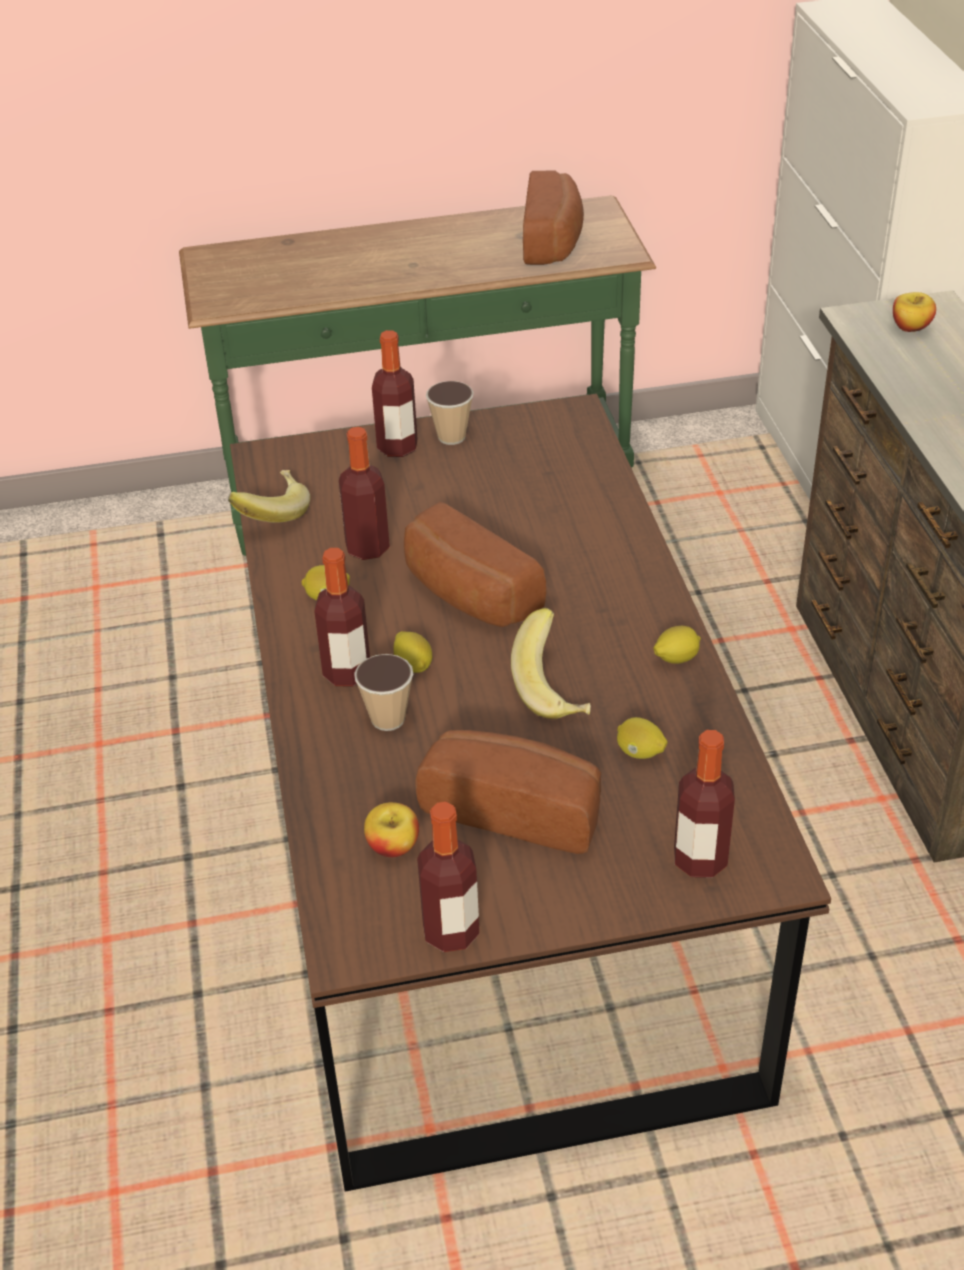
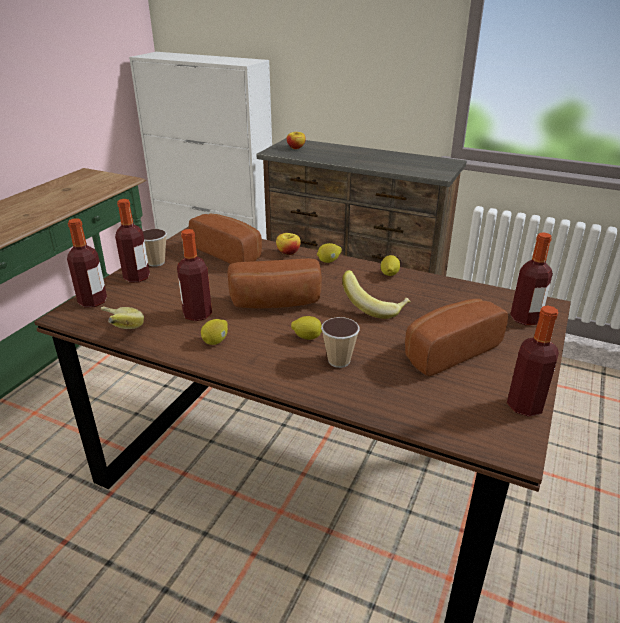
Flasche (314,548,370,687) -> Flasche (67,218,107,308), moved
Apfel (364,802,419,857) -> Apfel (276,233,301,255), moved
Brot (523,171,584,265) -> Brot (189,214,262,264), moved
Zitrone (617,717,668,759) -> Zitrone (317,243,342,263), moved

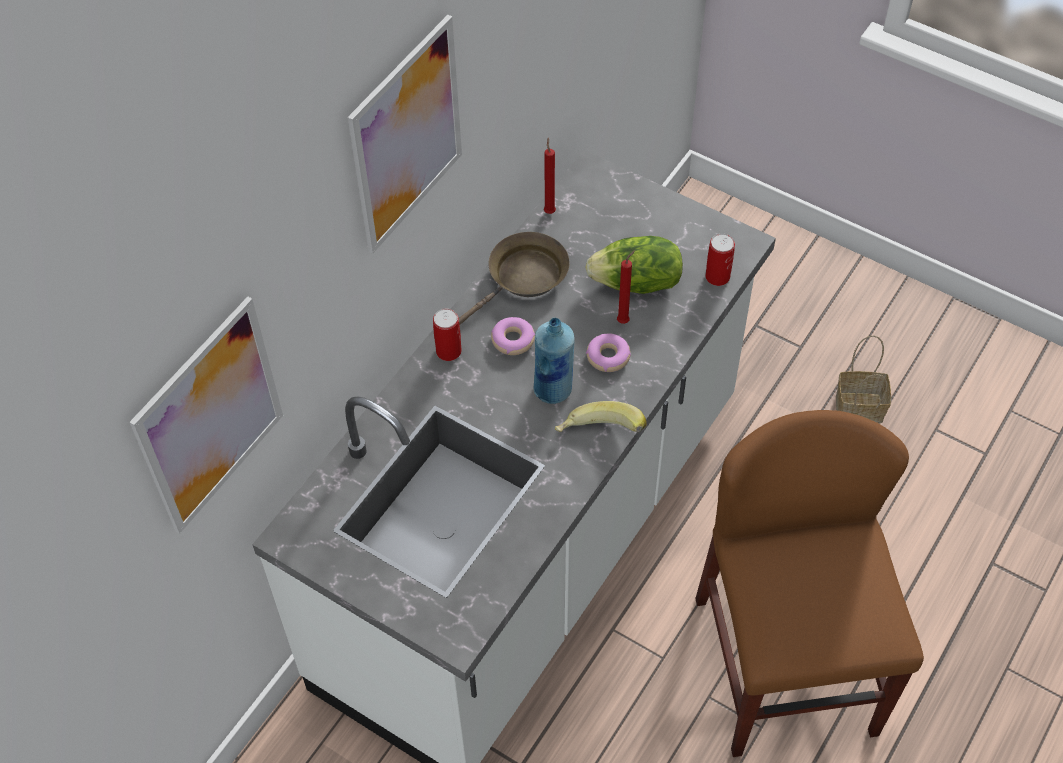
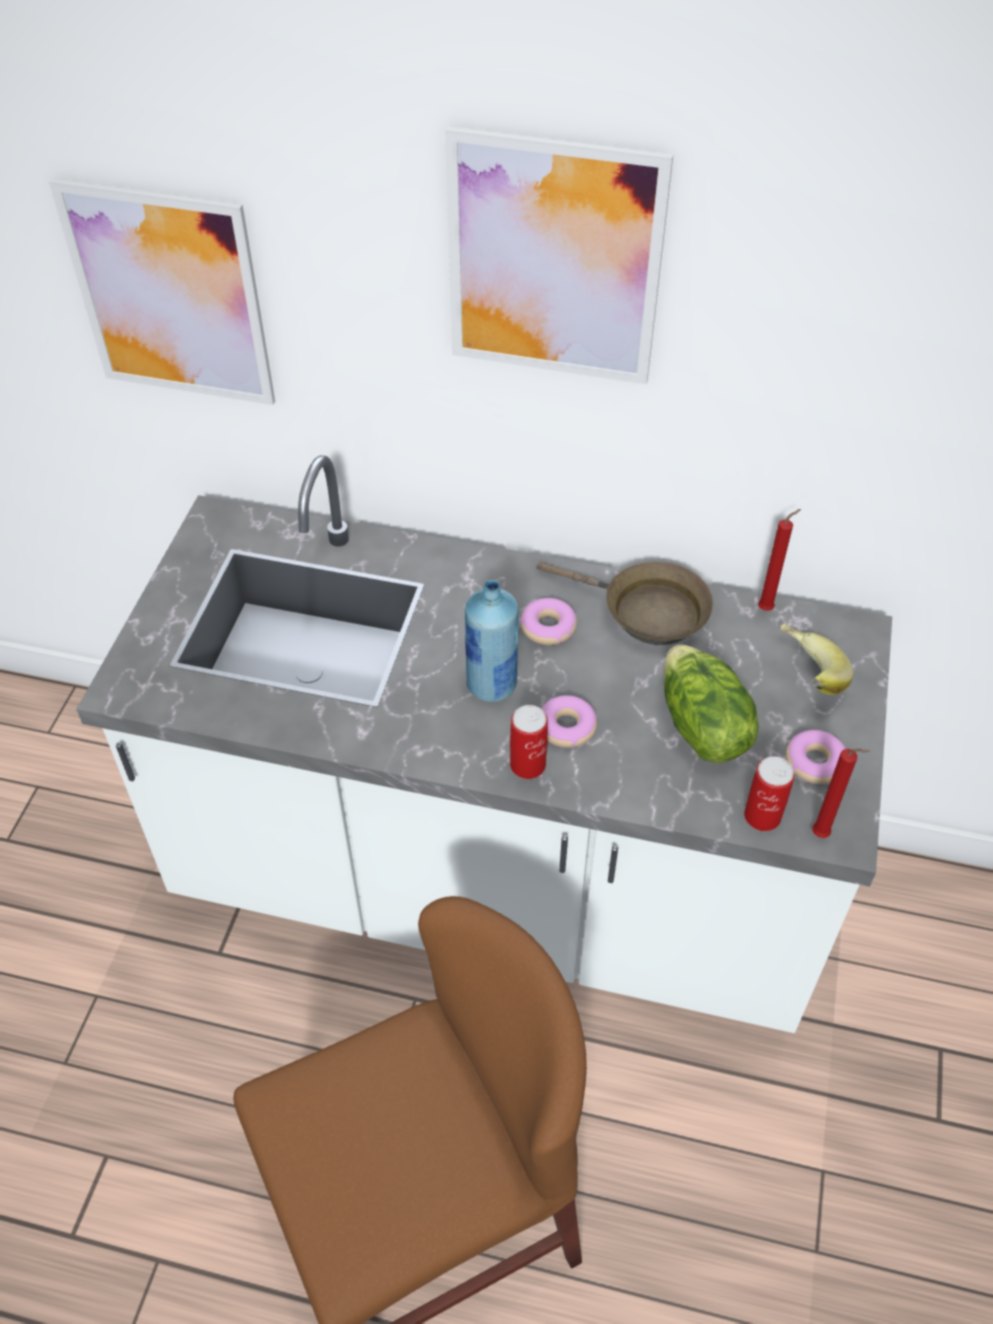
Korb (836,335,891,423) -> none
none -> Donut (786,730,846,784)
Dose (433,309,462,361) -> Dose (510,705,548,779), moved
Banane (555,401,647,432) -> Banane (781,623,854,695), moved
Kerze/rot (617,250,635,324) -> Kerze/rot (812,748,870,838), moved

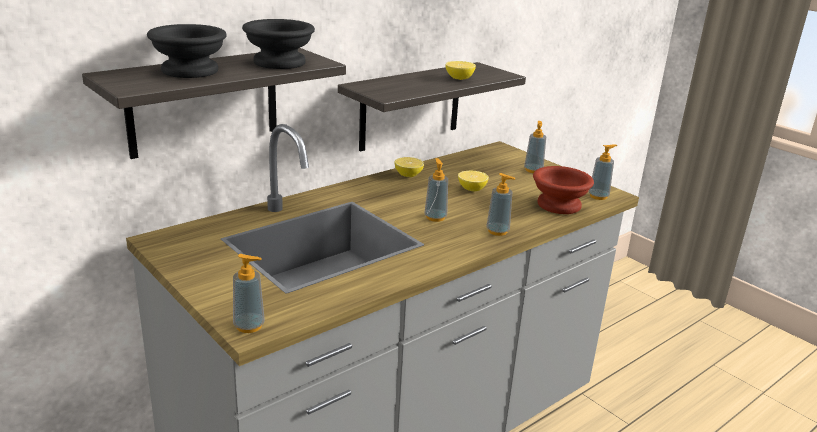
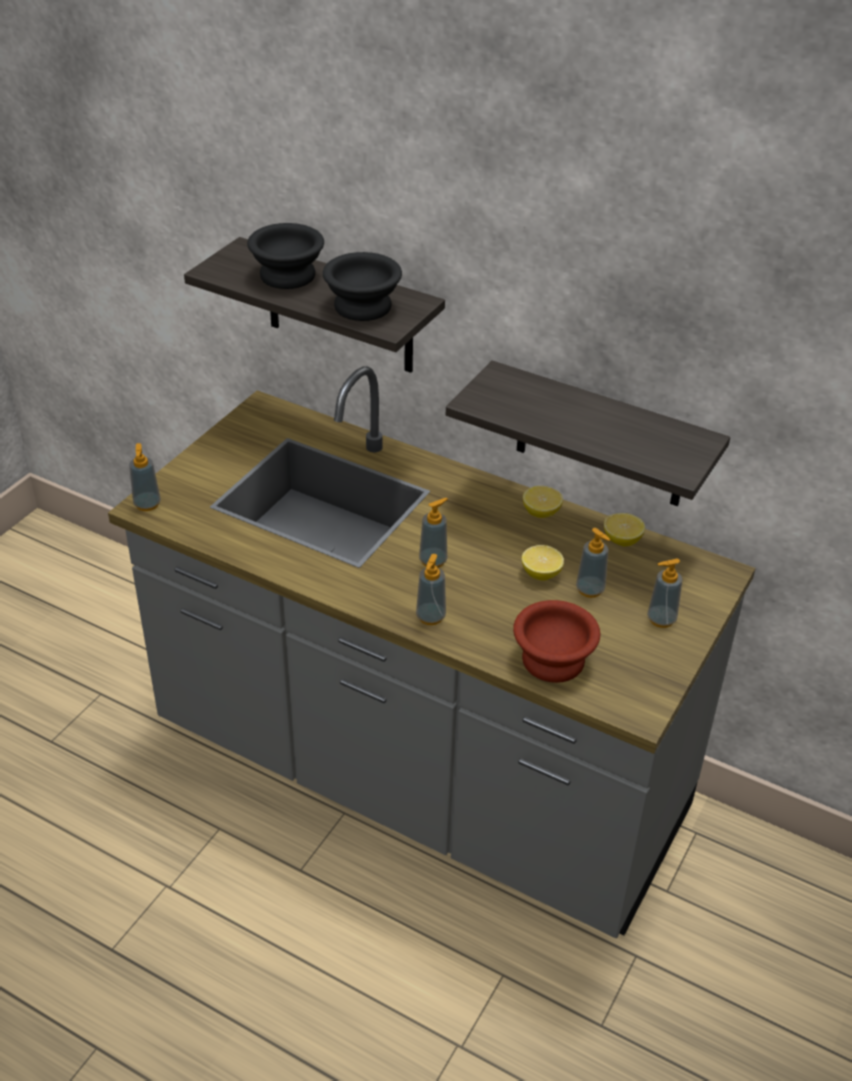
Zitrone (445,61,476,80) -> Zitrone (604,513,645,547), moved
Seifenspender (589,144,618,200) -> Seifenspender (576,528,610,598), moved

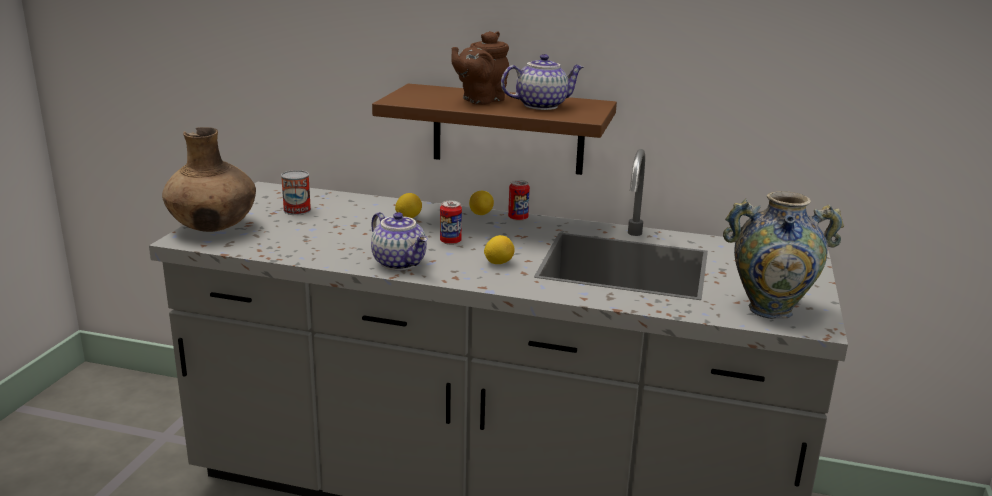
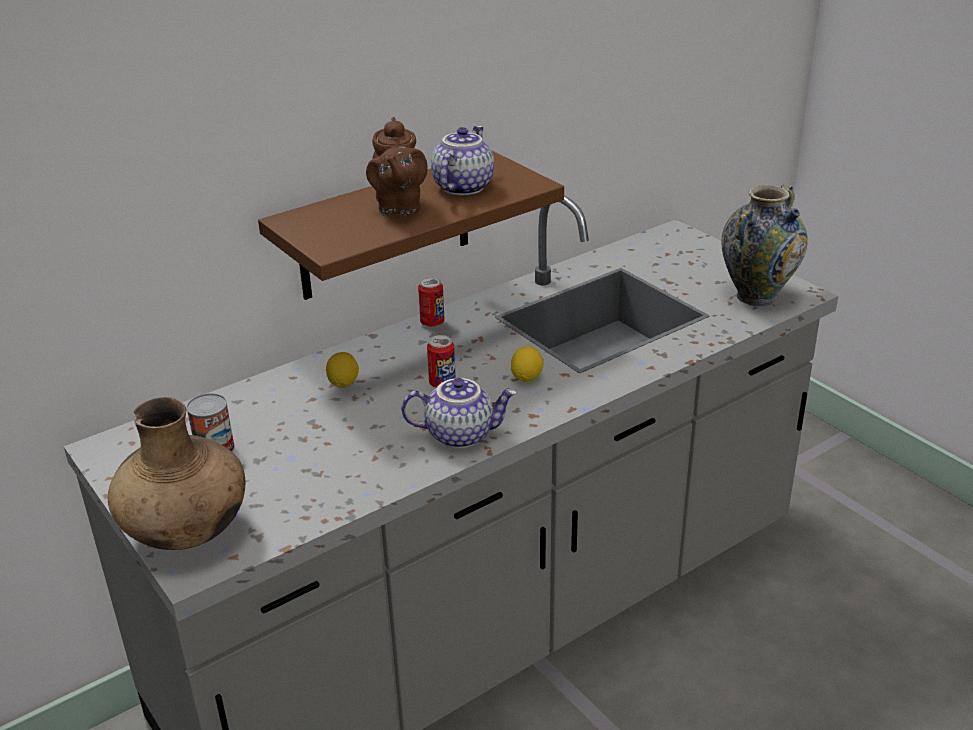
Zitrone (469,191,494,215) -> none

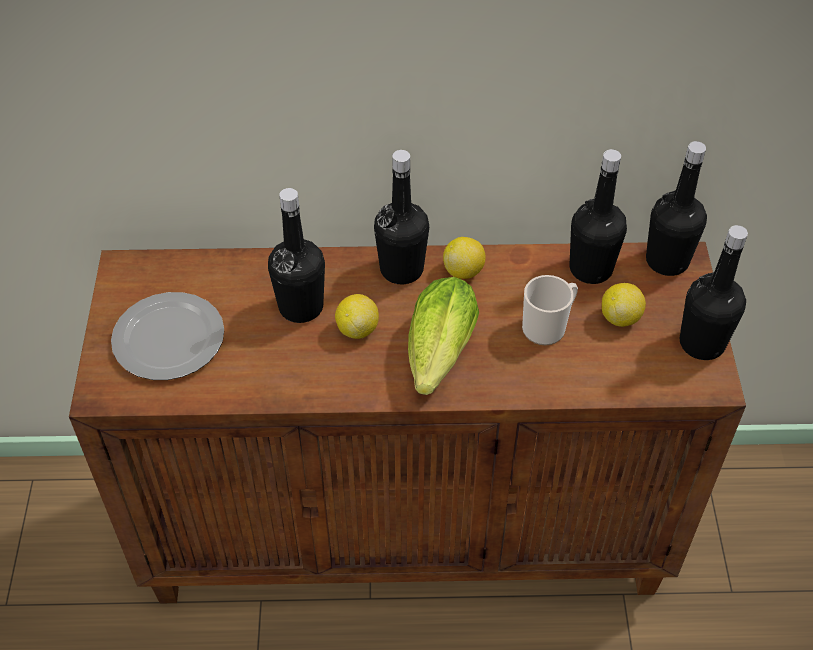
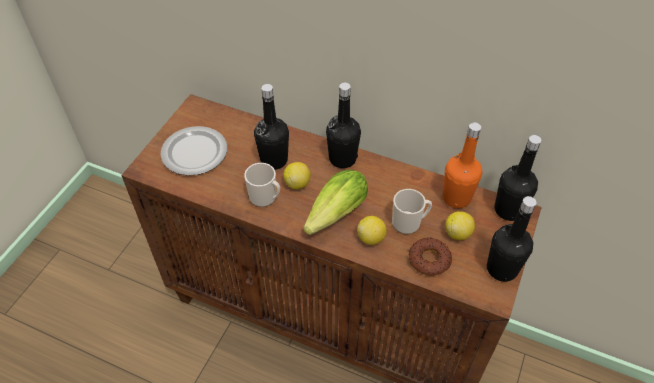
none -> Henkelbecher (244,163,280,207)
none -> Donut (408,237,452,276)
Zitrone (443,237,486,279) -> Zitrone (357,216,387,245), moved
Flasche/schwarz (569,149,627,284) -> Flasche/orange (442,122,482,208)

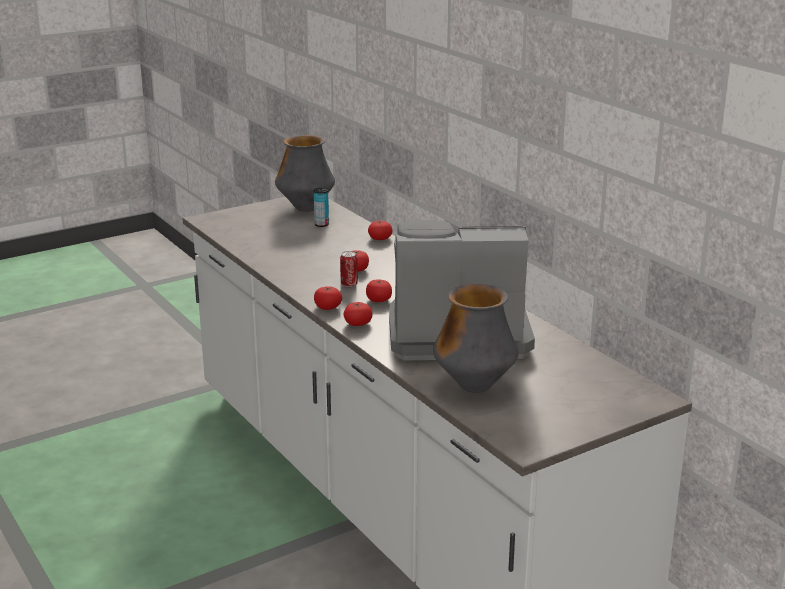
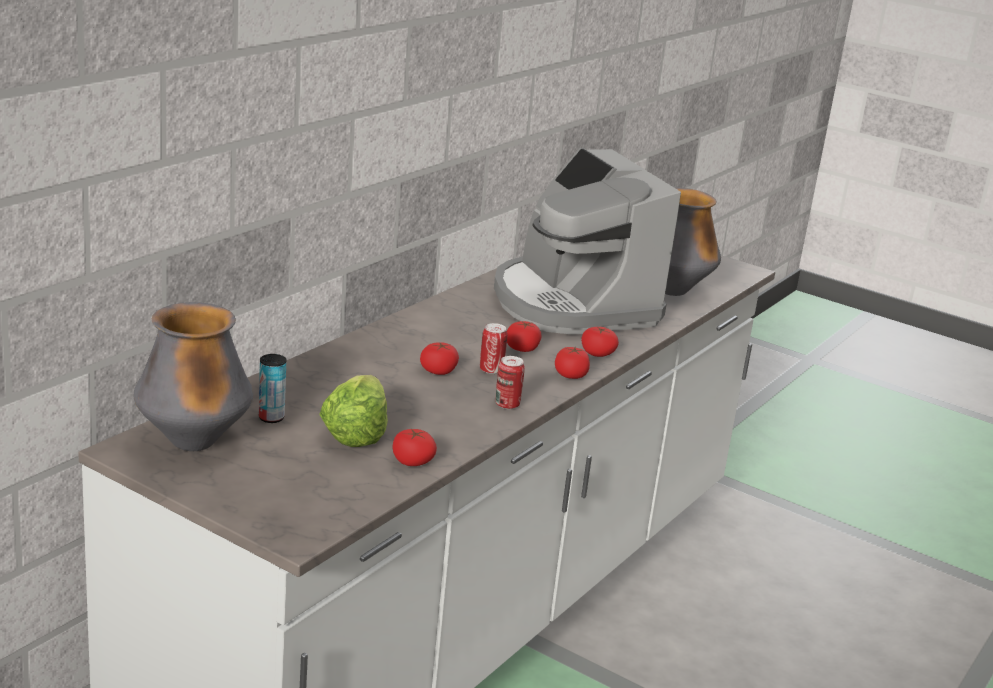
none -> Salatkopf (319,375,388,447)
none -> Dose (495,356,525,409)
Tomate (368,220,392,240) -> Tomate (393,429,437,466), moved

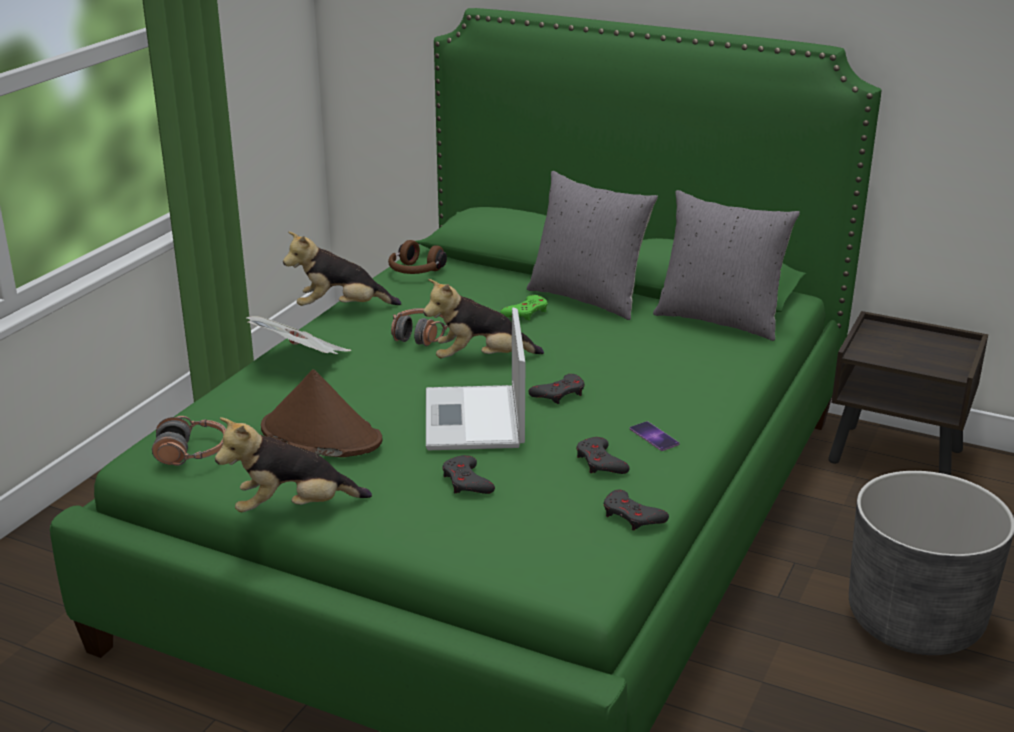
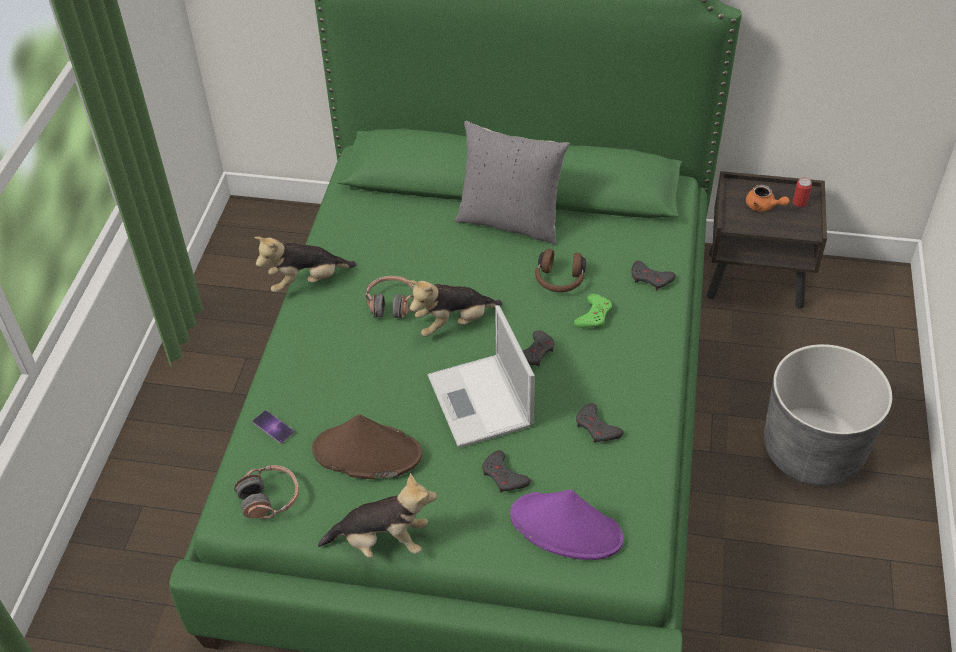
Zeitung (246,316,352,354) -> none
Kissen/grau (653,190,800,341) -> none
none -> Hut/lila (510,489,623,560)
none -> Teekanne/orange (746,185,790,212)
none -> Dose (793,178,812,207)
Kopfhörer/braun (388,240,447,274) -> Kopfhörer/braun (535,249,586,292), moved
Gamepad/grün (500,295,548,321) -> Gamepad/grün (574,294,612,328), moved
Gamepad/grau (604,490,669,531) -> Gamepad/grau (631,261,676,291), moved
Handy (630,421,680,451) -> Handy (252,410,295,444), moved
Plüschtier (215,417,372,512) -> Plüschtier (318,473,437,558), 150 degrees counterclockwise

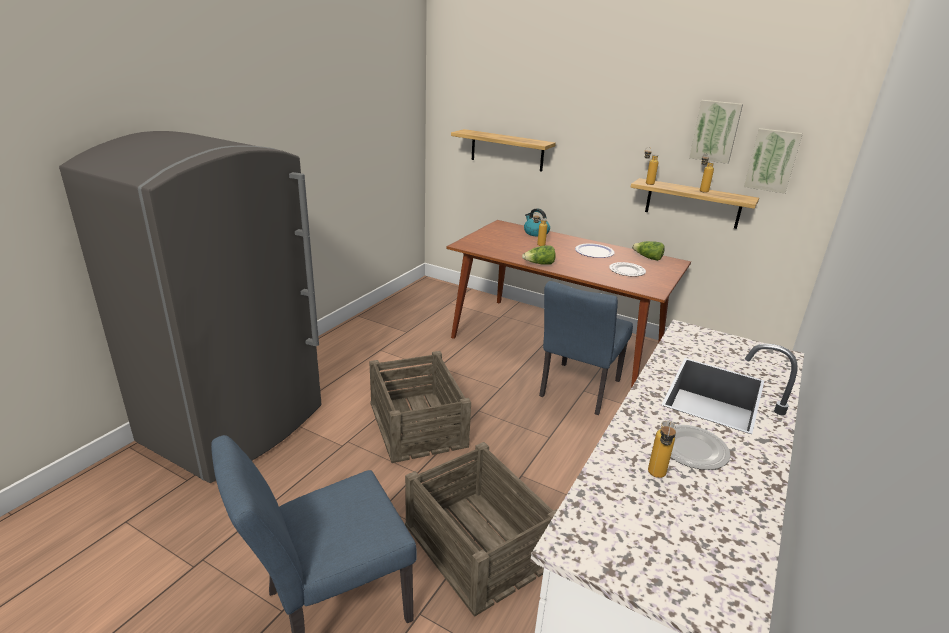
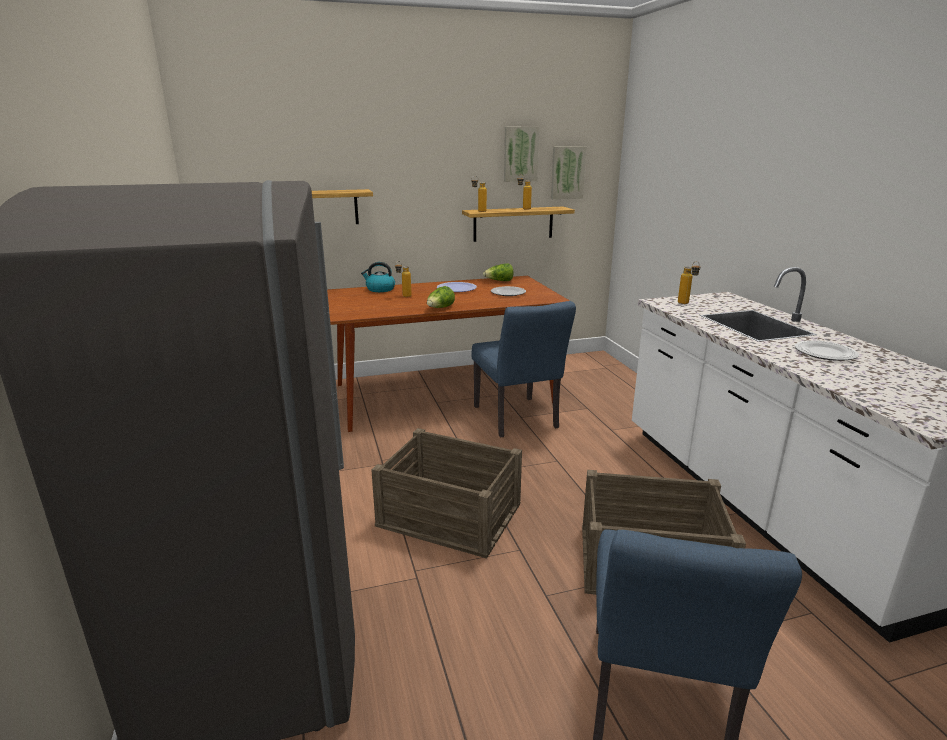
Flasche (648,420,676,478) -> Flasche (678,261,700,304), moved

